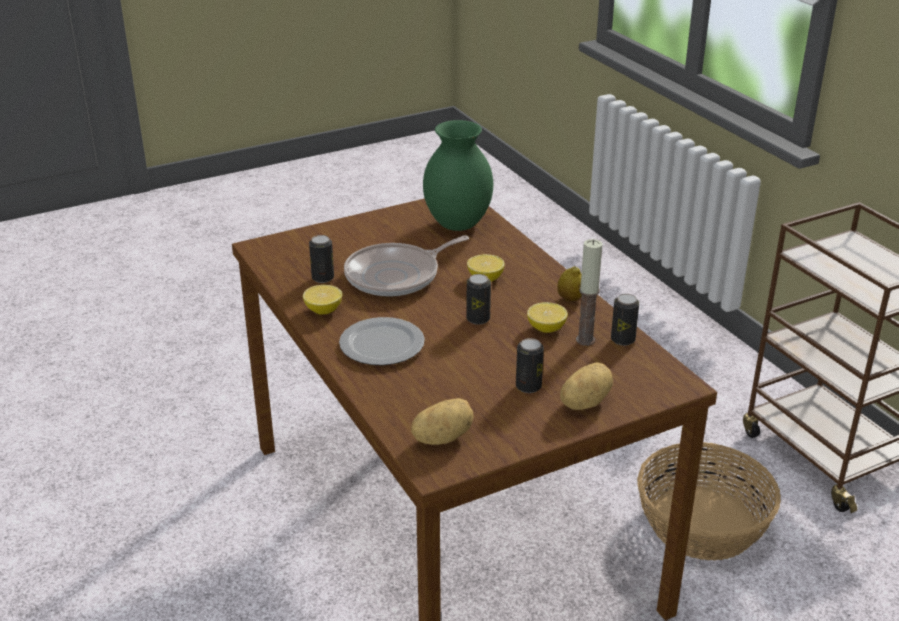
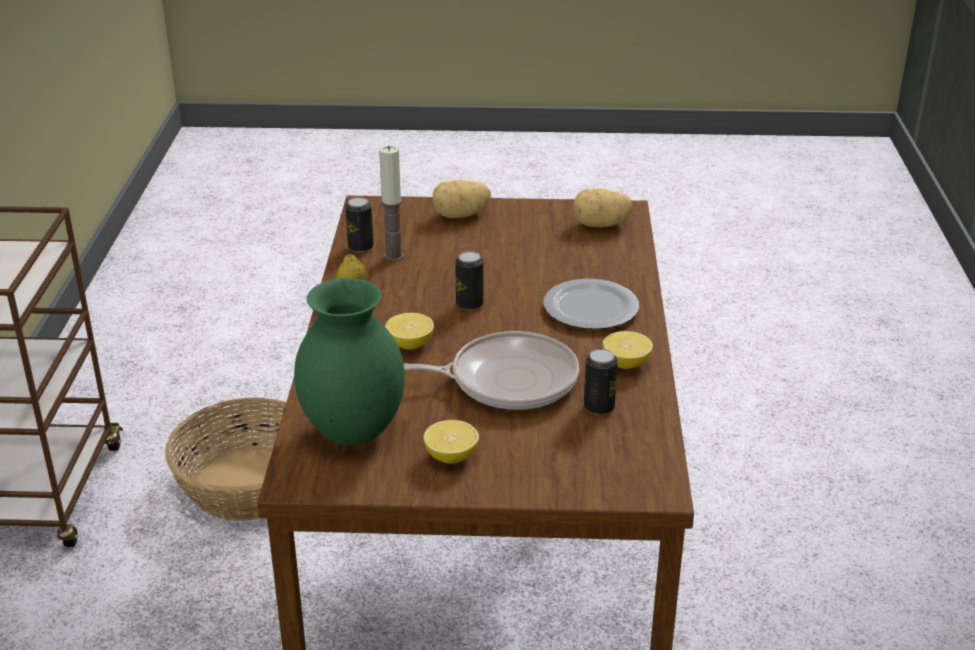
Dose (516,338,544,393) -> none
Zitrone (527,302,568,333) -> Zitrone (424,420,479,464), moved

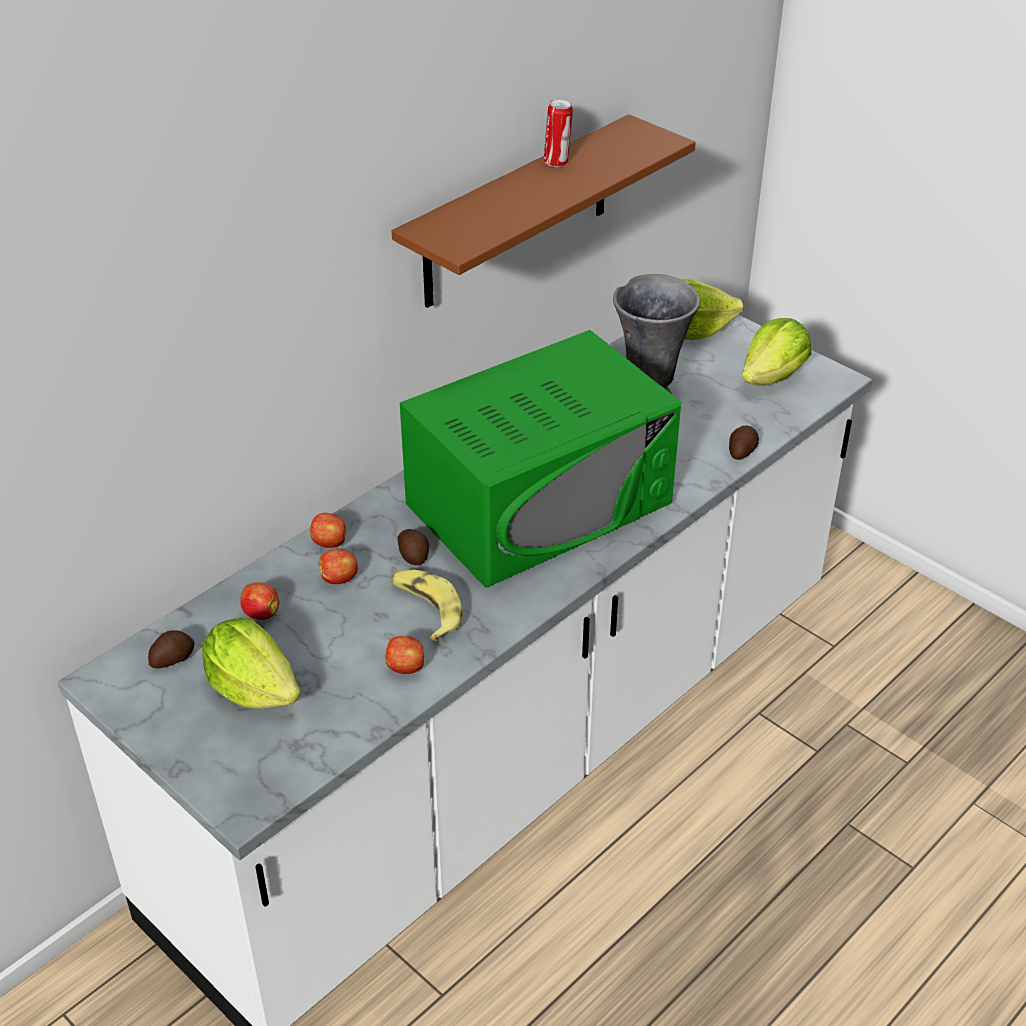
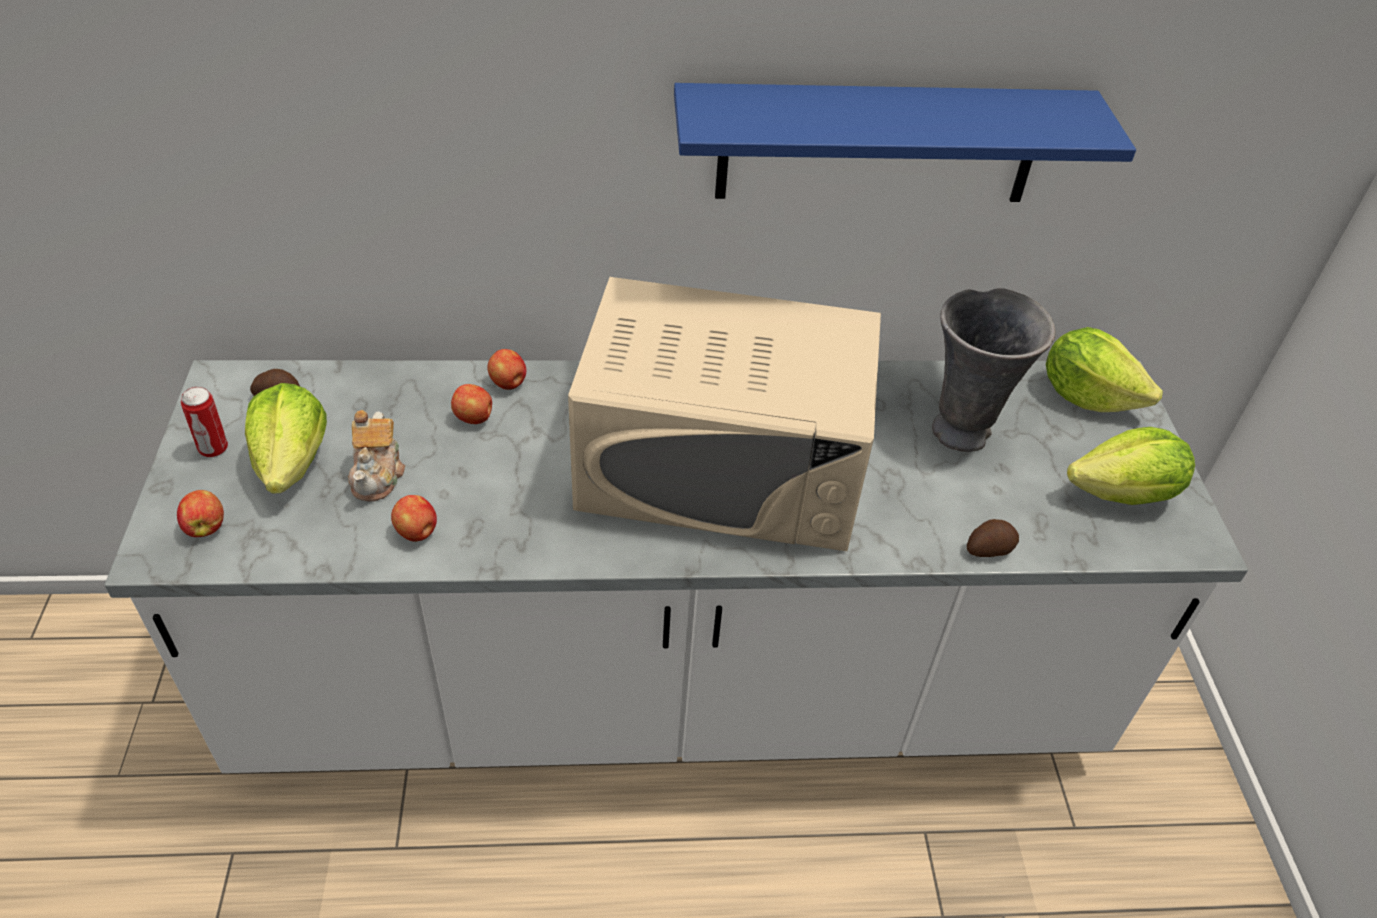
Banane (391,570,463,641) -> none
Kartoffel (398,529,429,565) -> none
none -> Teekanne (348,410,405,501)
Apfel (240,582,279,620) -> Apfel (177,490,224,537), moved
Dose (544,99,573,167) -> Dose (181,387,228,457), moved
Wandregal/braun (392,114,696,308) -> Wandregal/blau (674,83,1136,202)
Mikrowelle/grün (400,330,681,588) -> Mikrowelle/beige (568,277,881,551)

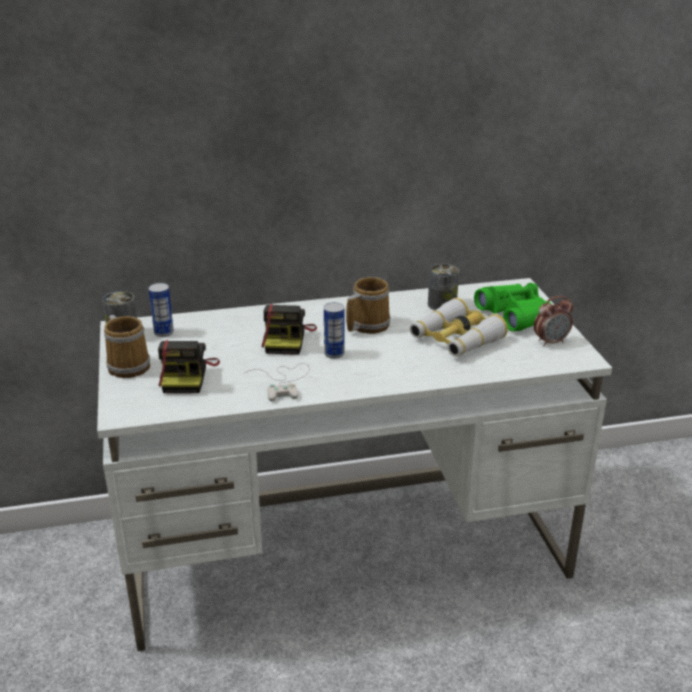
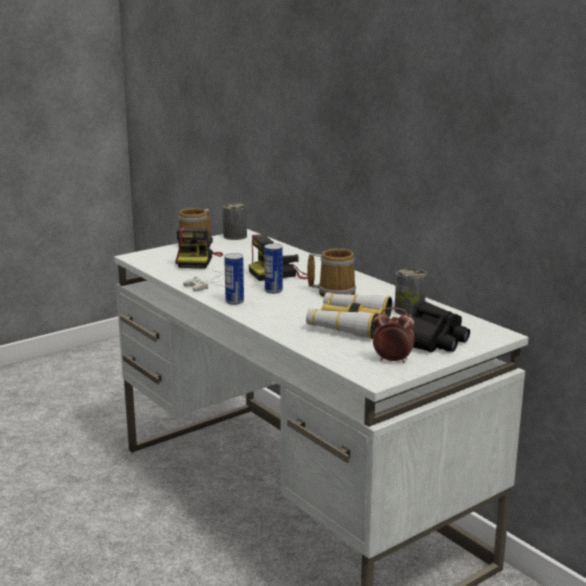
Dose (149,283,174,337) -> Dose (224,253,244,305), moved
Fernglas/grün (474,283,552,331) -> Fernglas/schwarz (403,301,470,352)
Kamera (158,340,220,393) -> Kamera (175,227,223,268), 60 degrees counterclockwise
Wecker (534,296,573,347) -> Wecker (373,307,414,363), 150 degrees clockwise

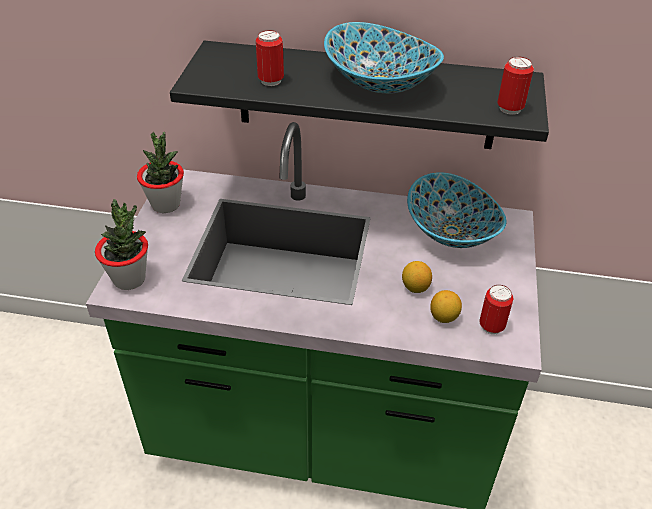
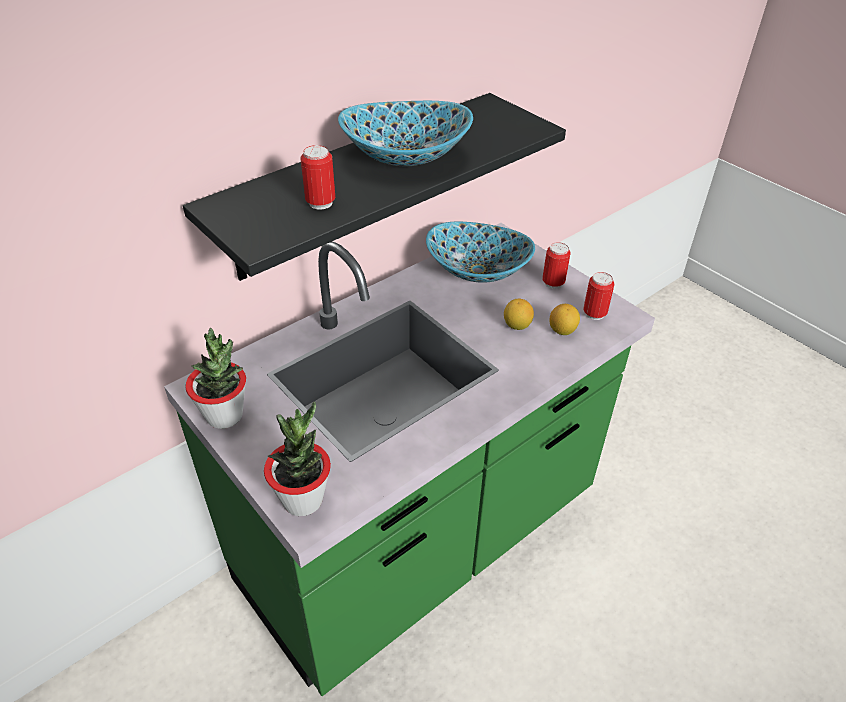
Dose (497,57,534,115) -> Dose (542,242,571,289), moved

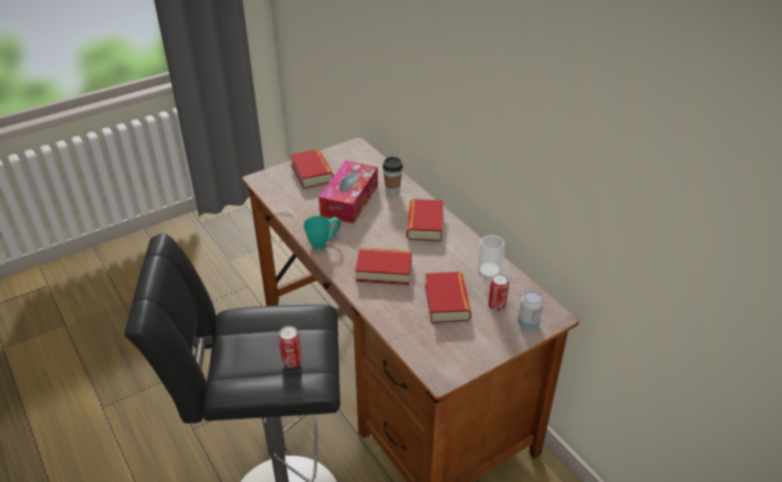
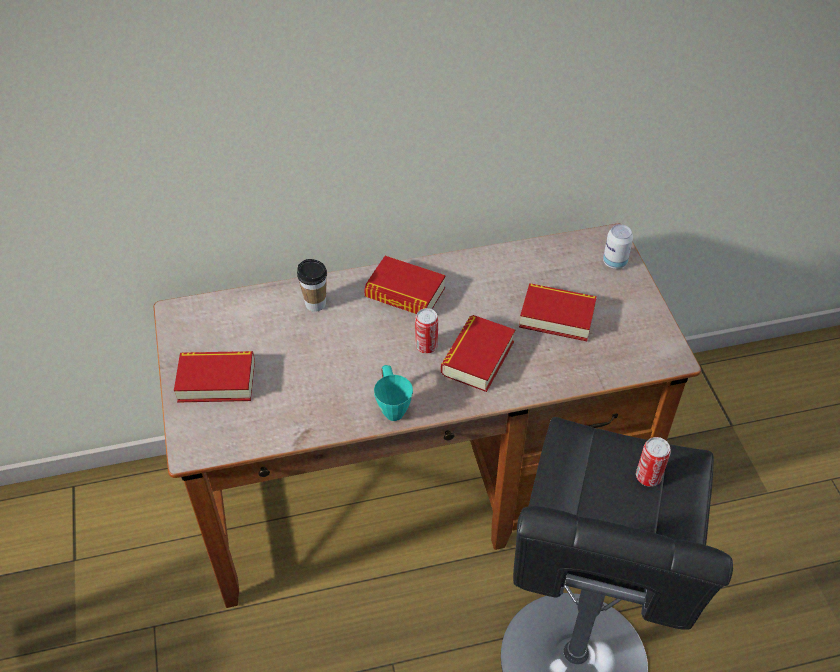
Taschentuchbox (319,161,378,224) -> none
Tasse (478,235,505,280) -> none
Dose (488,274,509,311) -> Dose (415,308,438,354), moved

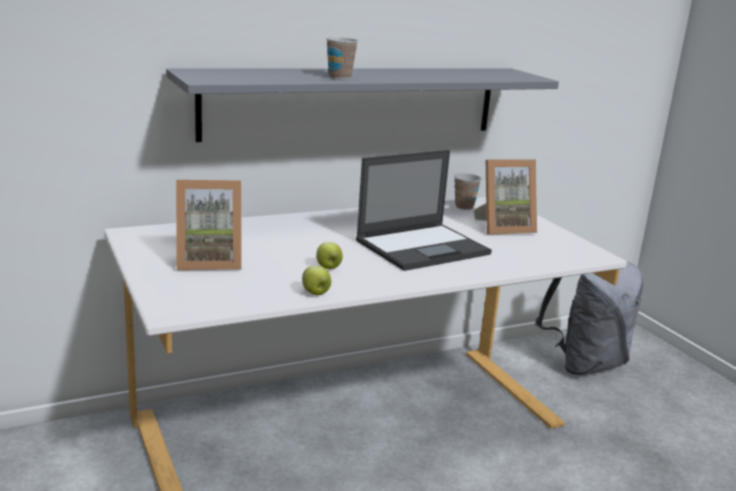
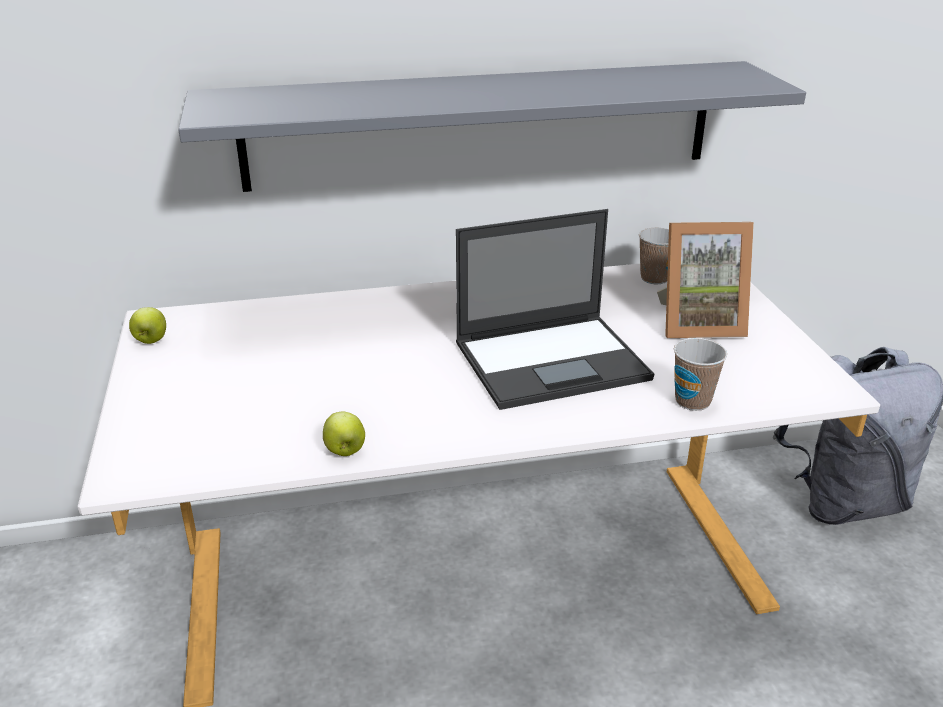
Bilderrahmen (176,180,242,270) -> none
Apfel (316,242,343,269) -> Apfel (129,307,166,344), moved
Tasse (326,37,358,79) -> Tasse (674,338,727,411), moved

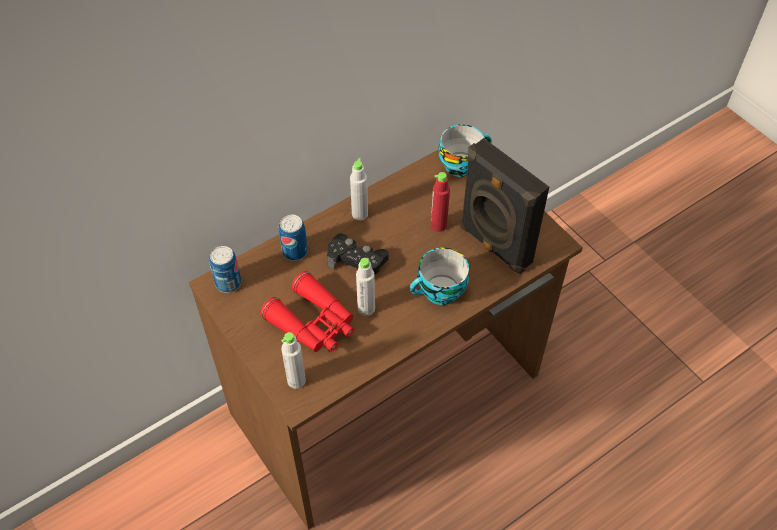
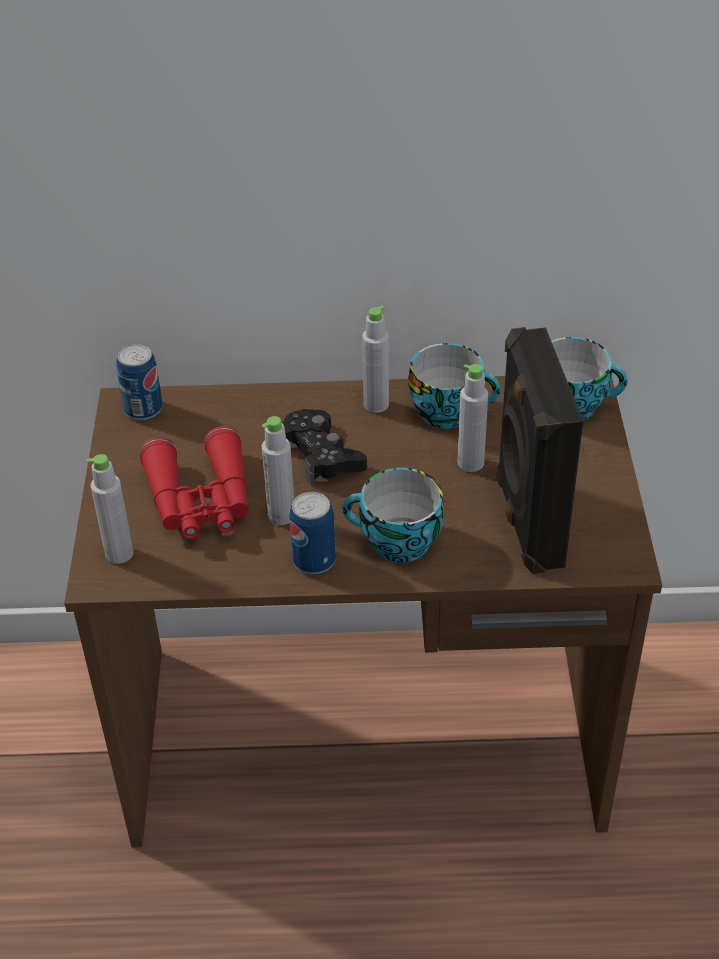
none -> Tasse (408,343,501,428)
Dose (279,215,308,261) -> Dose (289,492,336,574), moved
Flasche/rot (431,172,450,232) -> Flasche/grau (457,364,488,472)

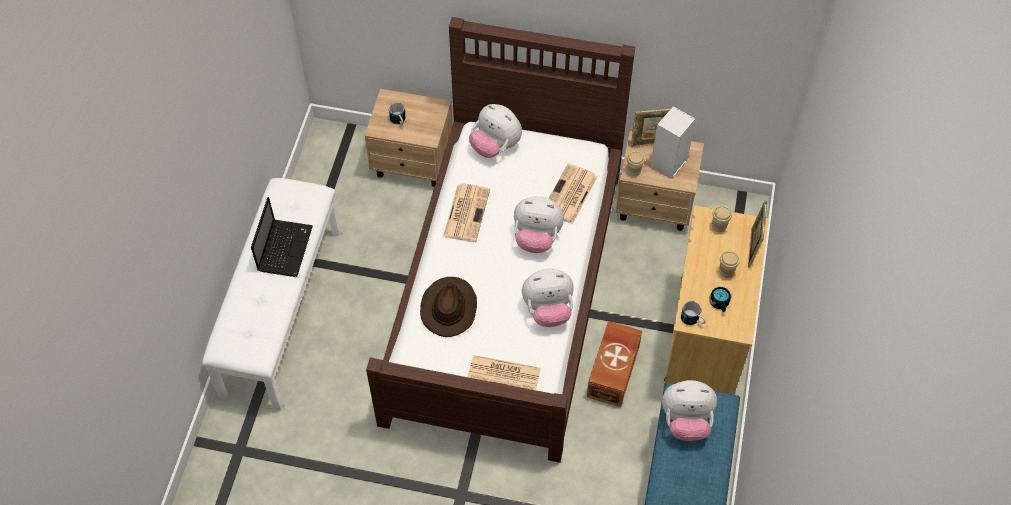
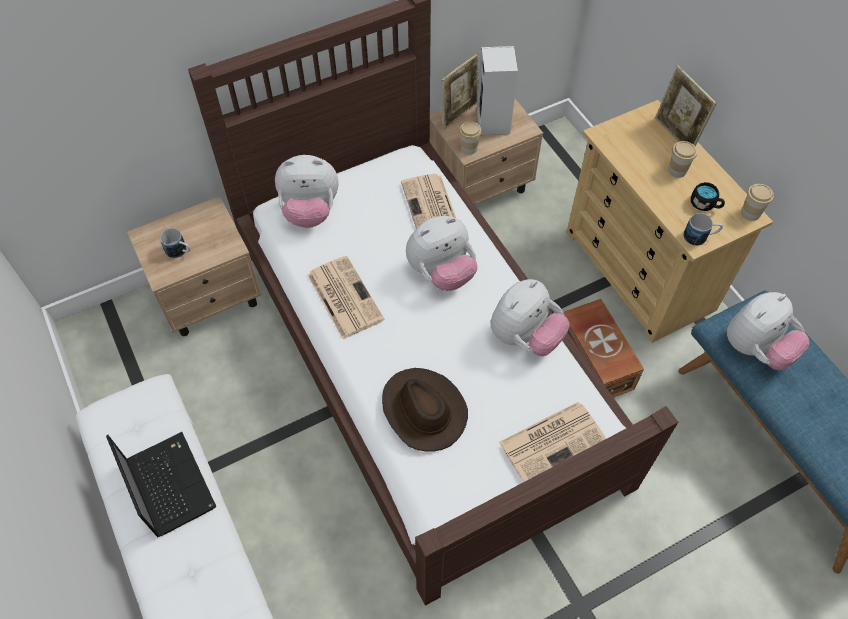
Tasse (712,205,732,232) -> Tasse (741,184,774,221), moved

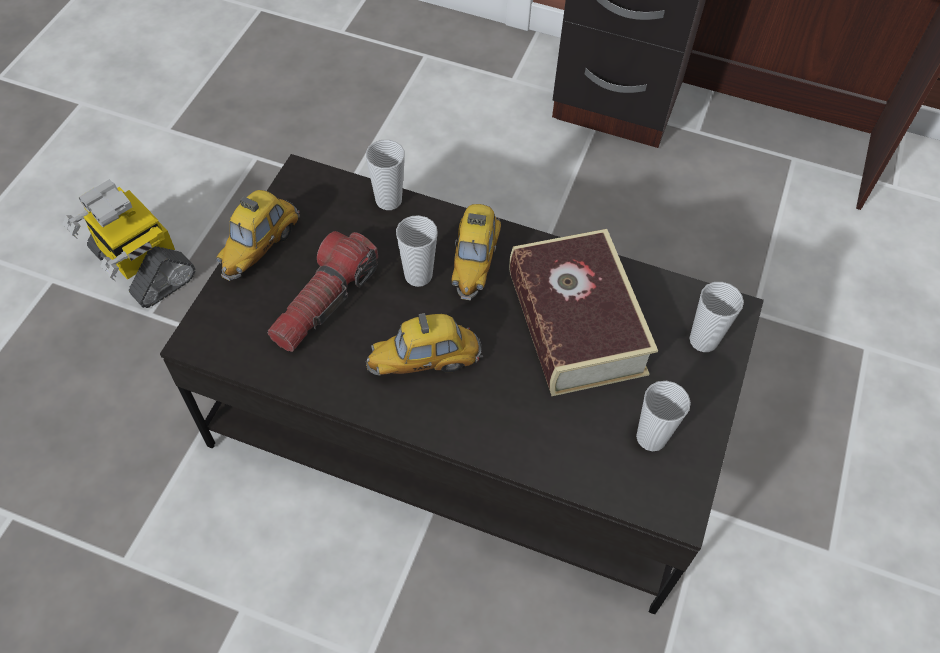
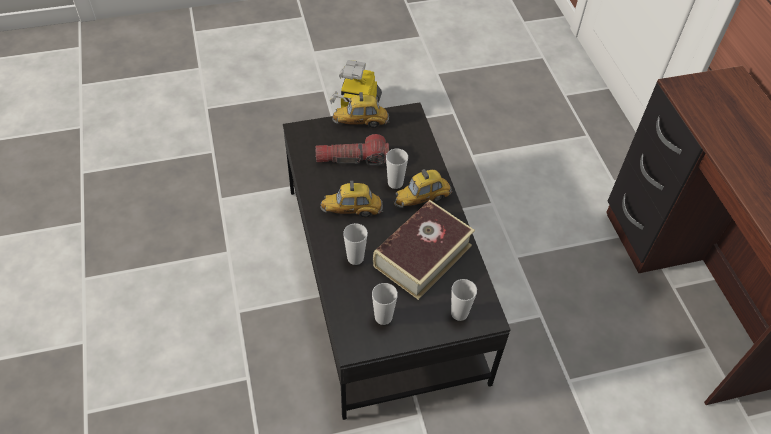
Tasse (366,140,405,210) -> Tasse (343,223,368,265), moved
Spielzeugauto (366,313,483,376) -> Spielzeugauto (320,181,383,218), 45 degrees counterclockwise

